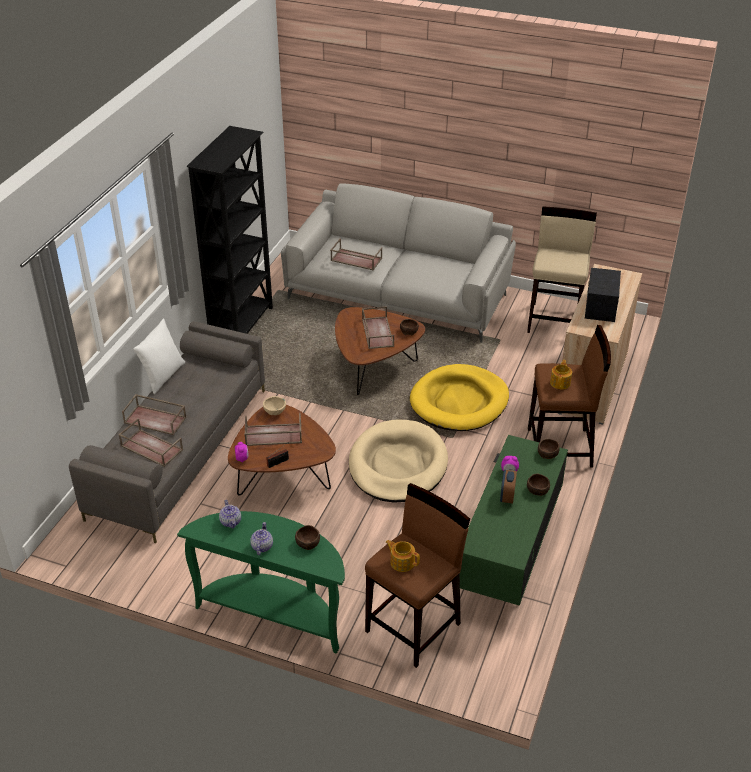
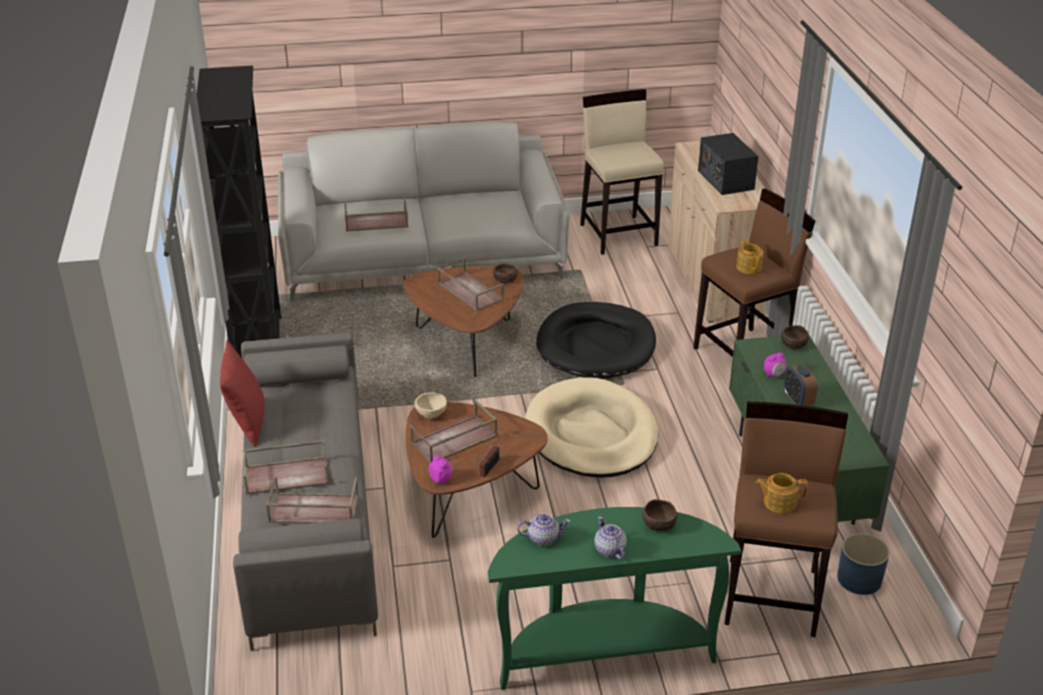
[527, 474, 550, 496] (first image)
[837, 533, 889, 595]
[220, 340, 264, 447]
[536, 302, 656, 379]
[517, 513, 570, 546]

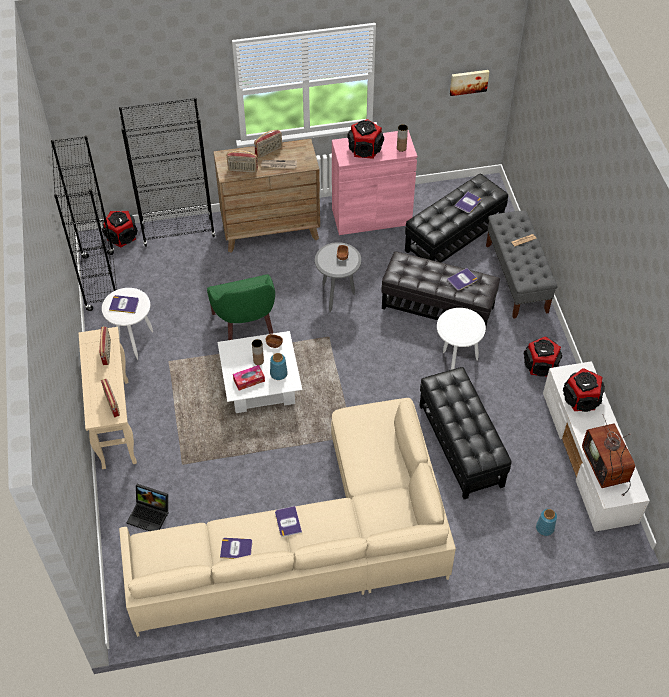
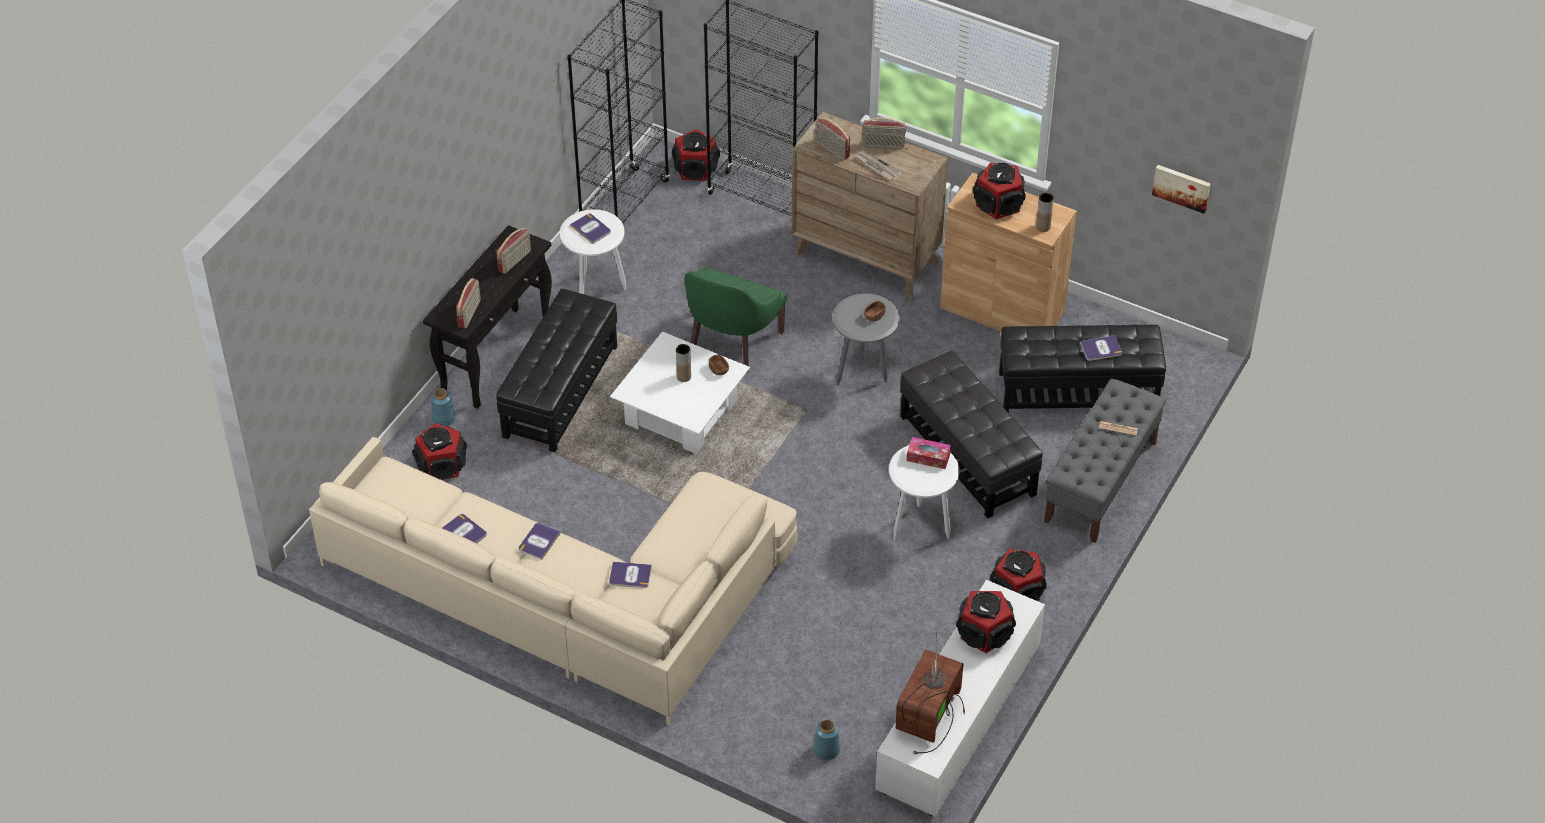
[907, 437, 951, 469]
[431, 388, 456, 426]
[496, 289, 617, 453]
[609, 562, 652, 588]
[412, 423, 467, 480]
[423, 225, 552, 409]
[940, 173, 1077, 331]

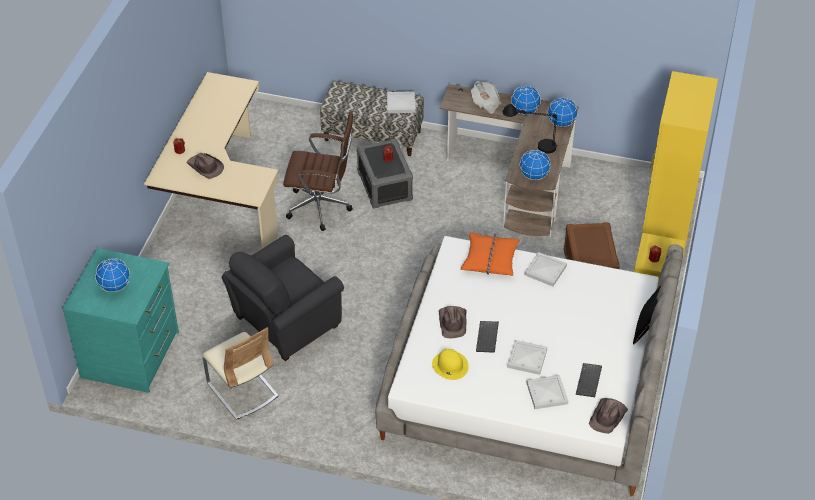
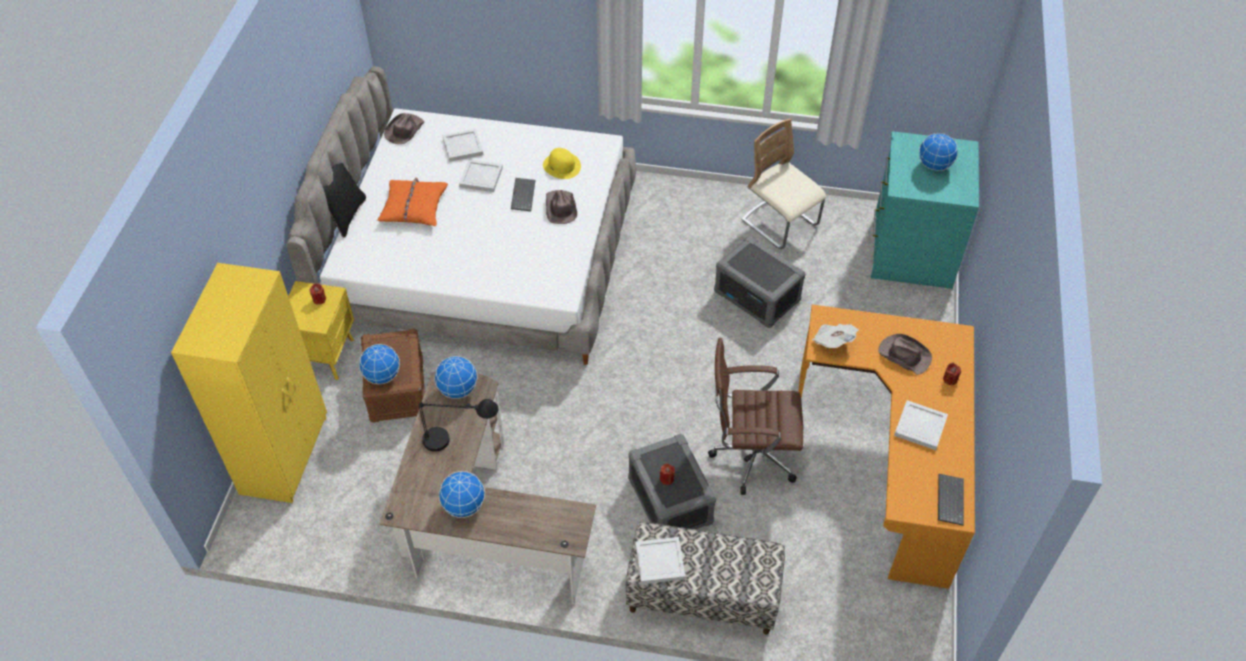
[377, 177, 448, 226]
[812, 324, 859, 348]
[894, 400, 948, 450]
[359, 344, 400, 384]
[938, 474, 964, 526]
[714, 236, 805, 328]
[798, 304, 975, 589]

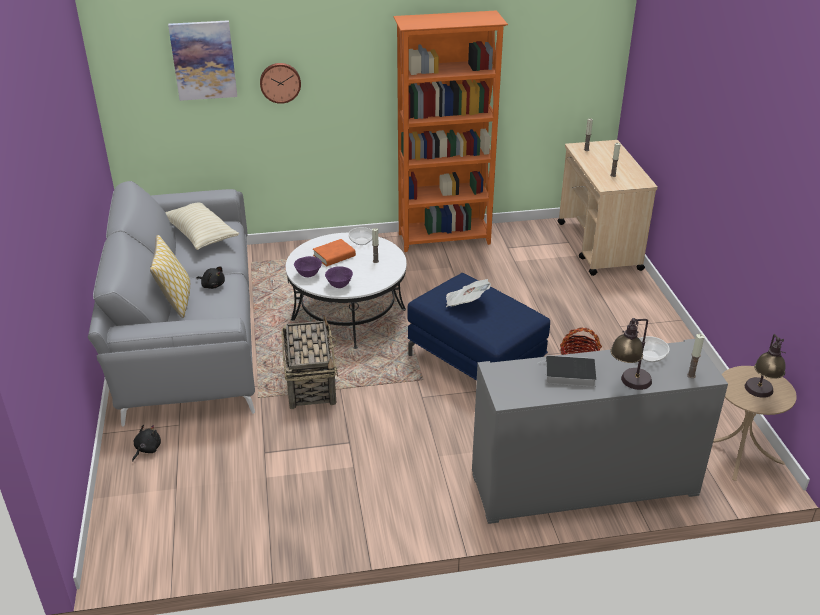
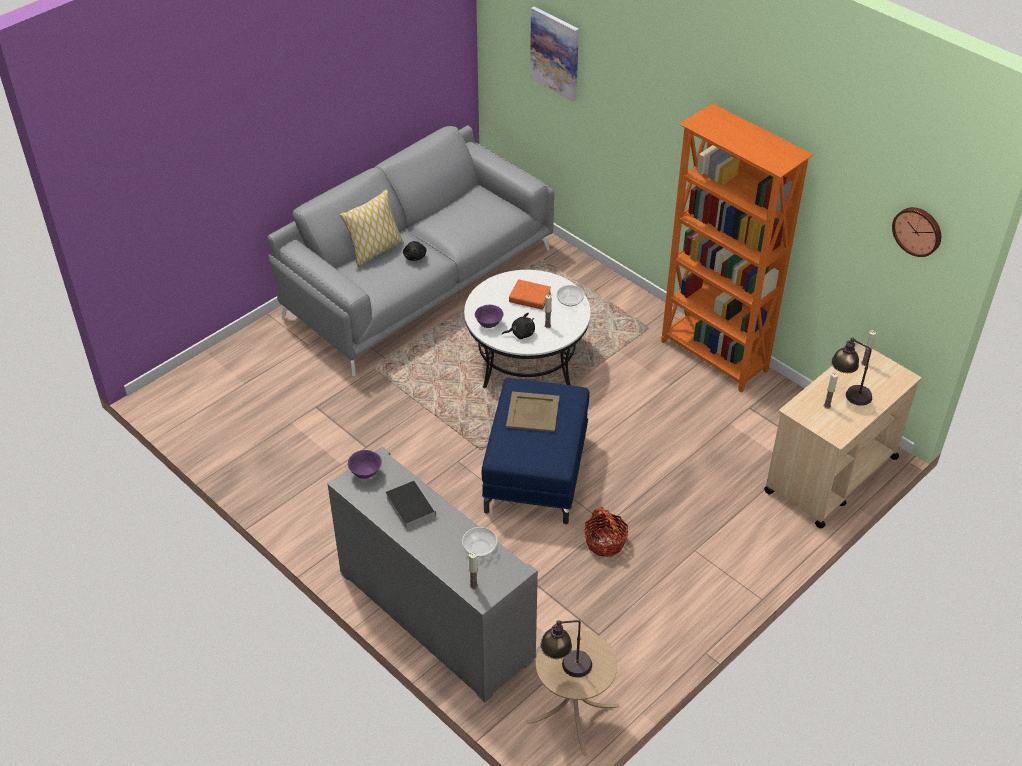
[165, 202, 239, 250] (first image)
[282, 316, 338, 409] (first image)
[502, 313, 535, 339]
[892, 207, 941, 257]
[348, 450, 382, 479]
[831, 337, 872, 406]
[506, 392, 560, 432]

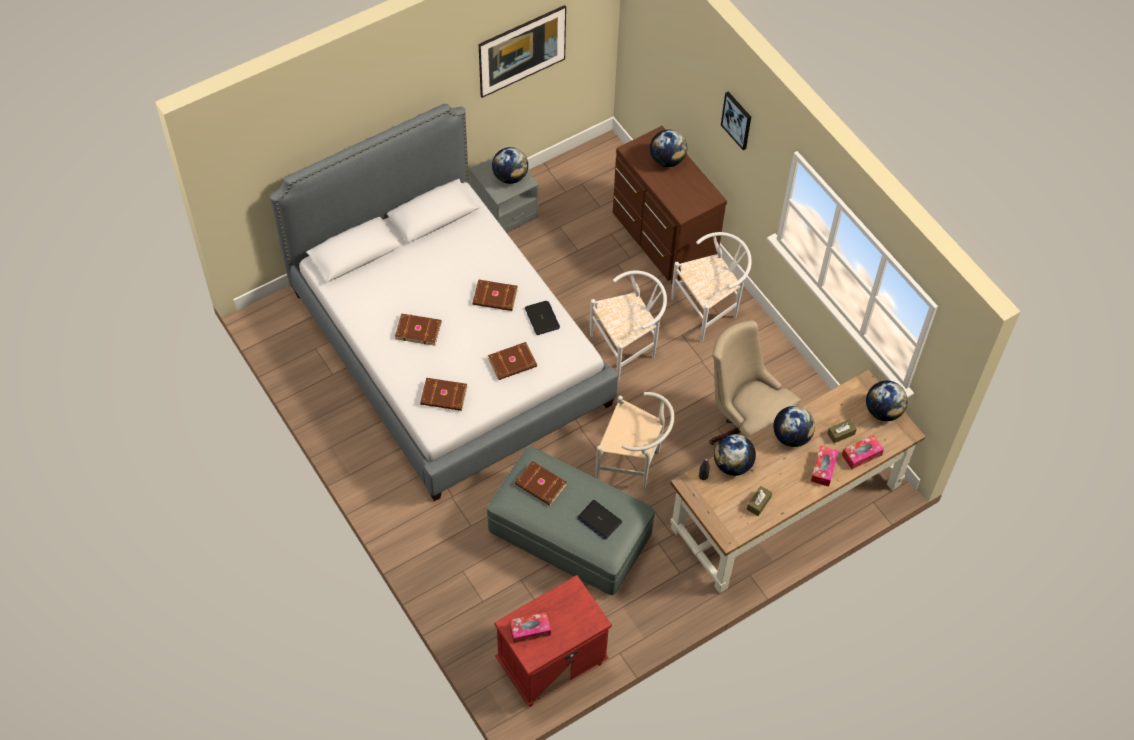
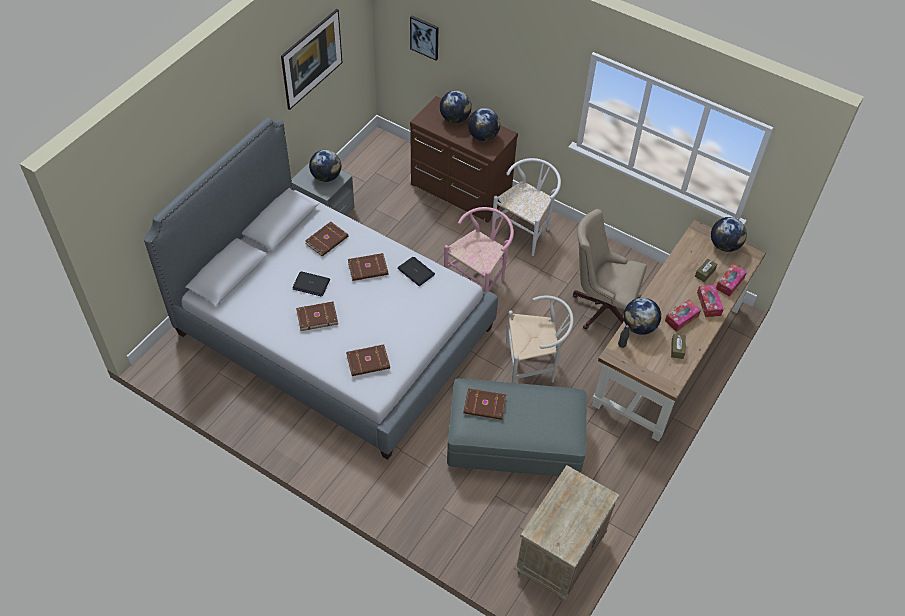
[305, 222, 348, 256]
[665, 300, 701, 332]
[293, 271, 330, 297]
[410, 16, 438, 61]
[468, 108, 500, 141]
[513, 465, 619, 600]
[444, 207, 514, 292]

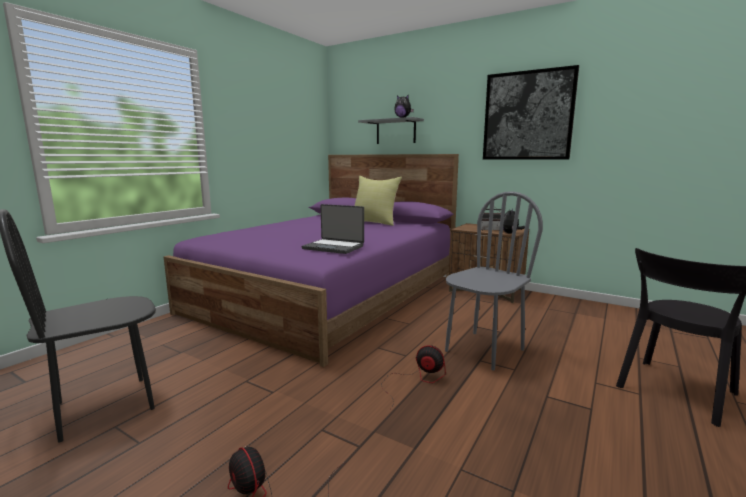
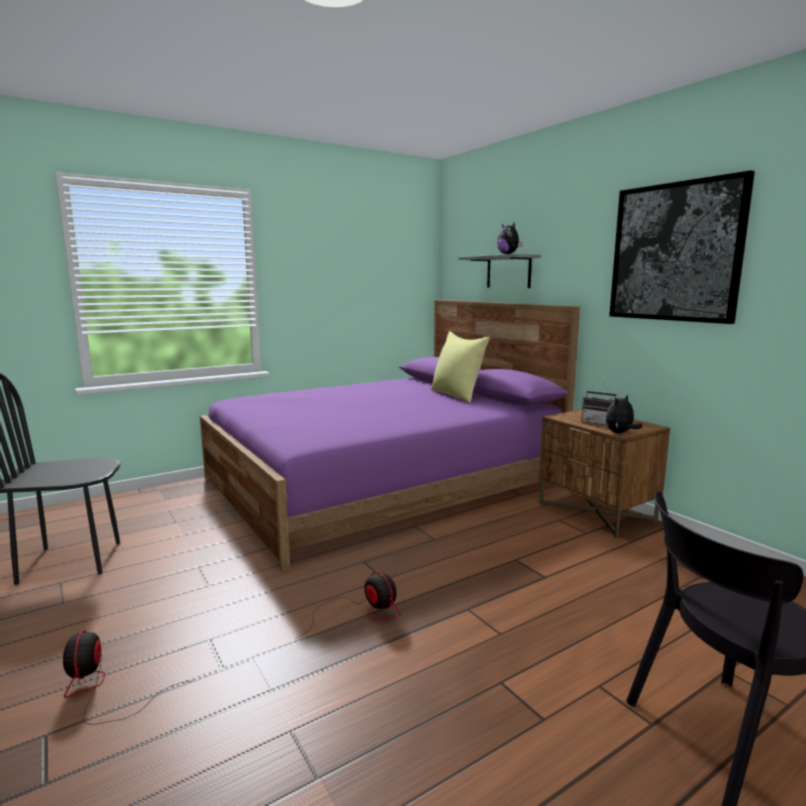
[302, 204, 364, 254] (first image)
[445, 191, 543, 371] (first image)

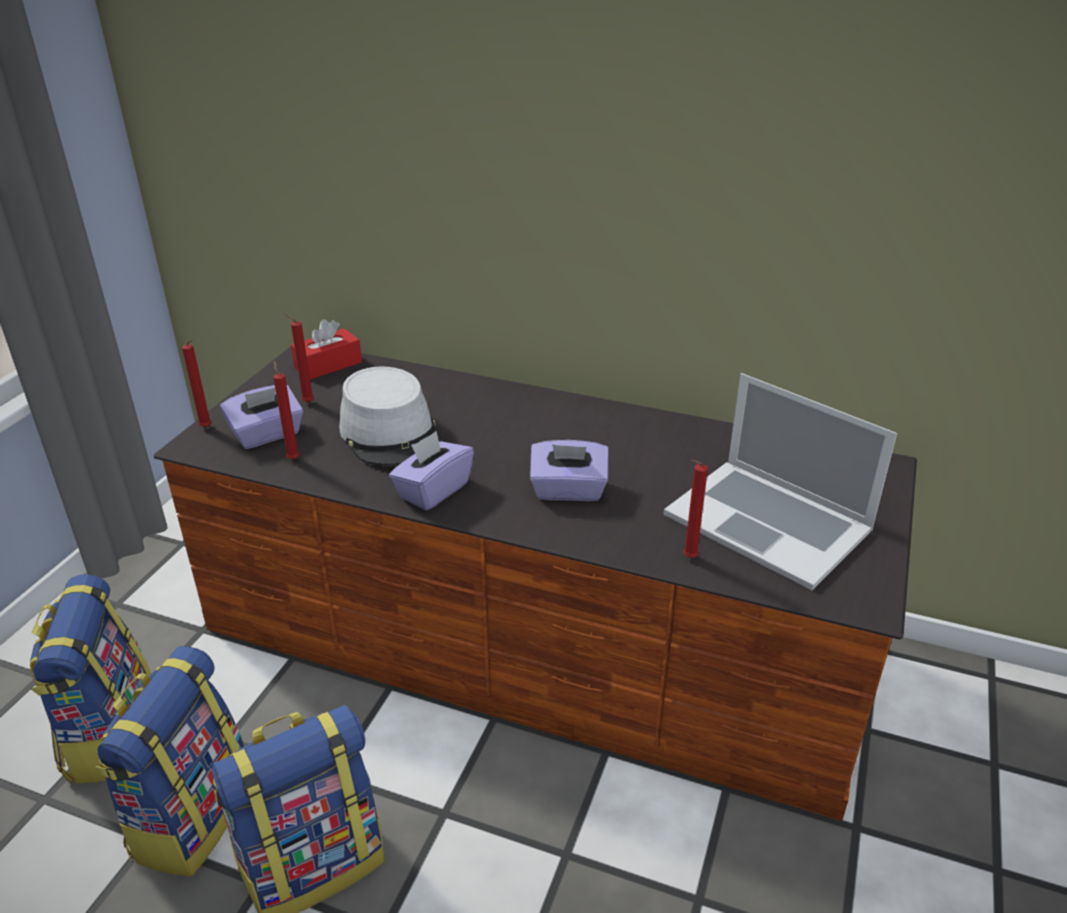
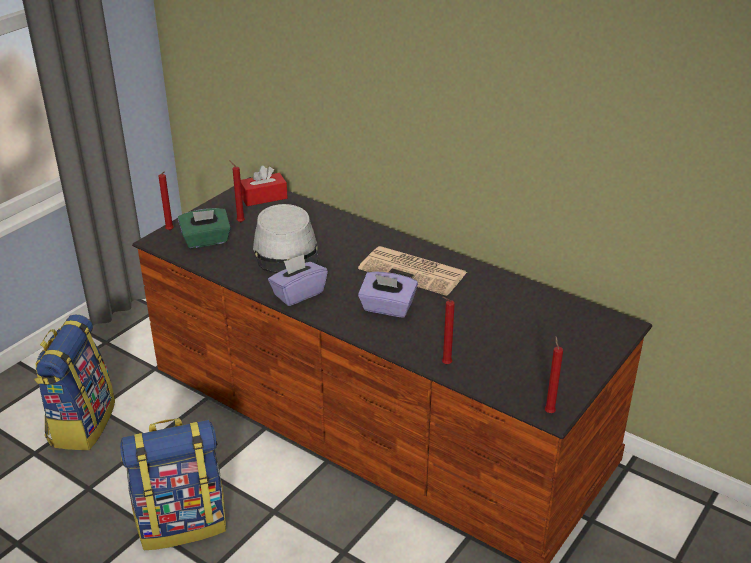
[96, 646, 245, 877] (first image)
[664, 373, 897, 590] (first image)
[358, 246, 467, 296]
[545, 336, 563, 413]
[178, 208, 231, 248]

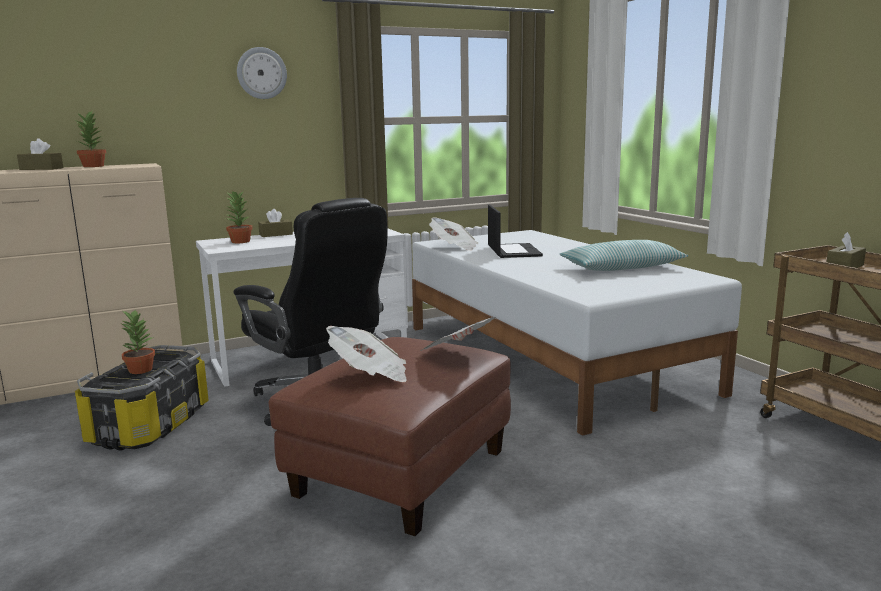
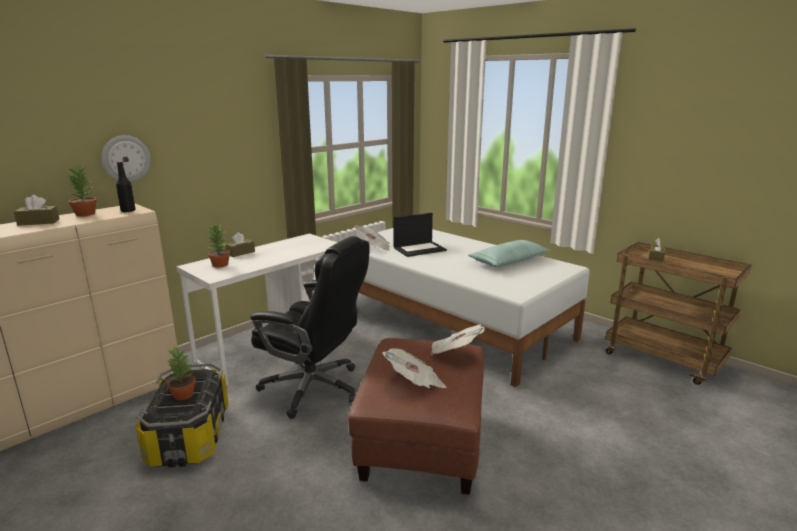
[116, 161, 136, 212]
[101, 135, 151, 182]
[393, 213, 447, 257]

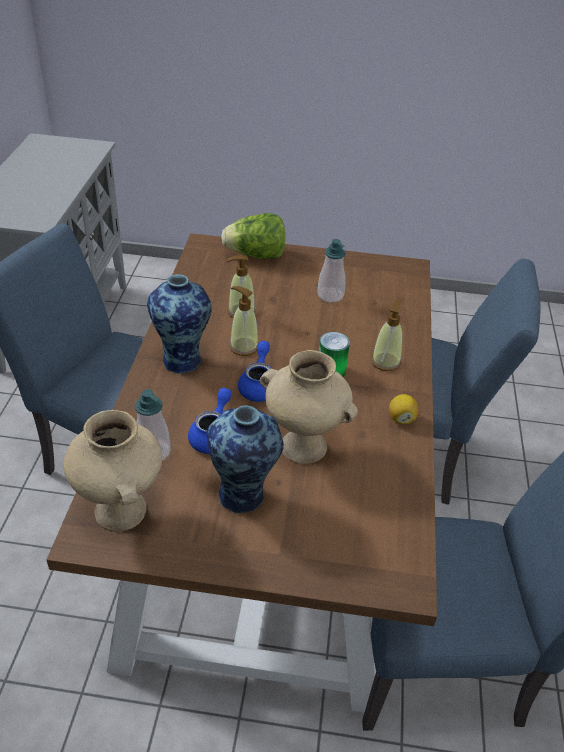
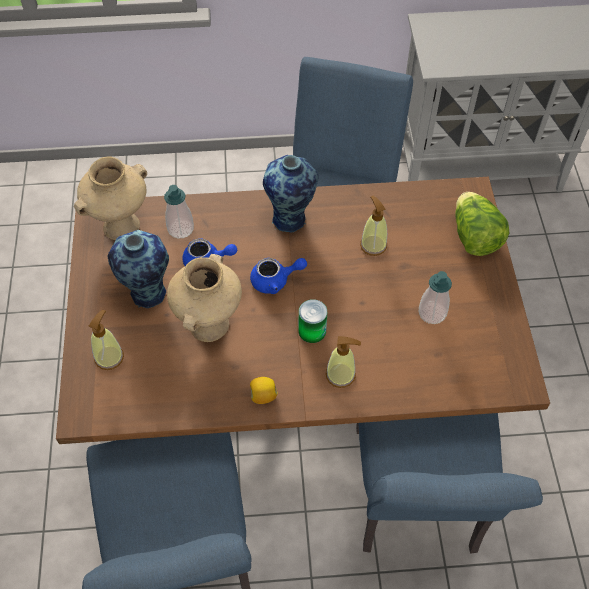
[89, 310, 124, 370]

